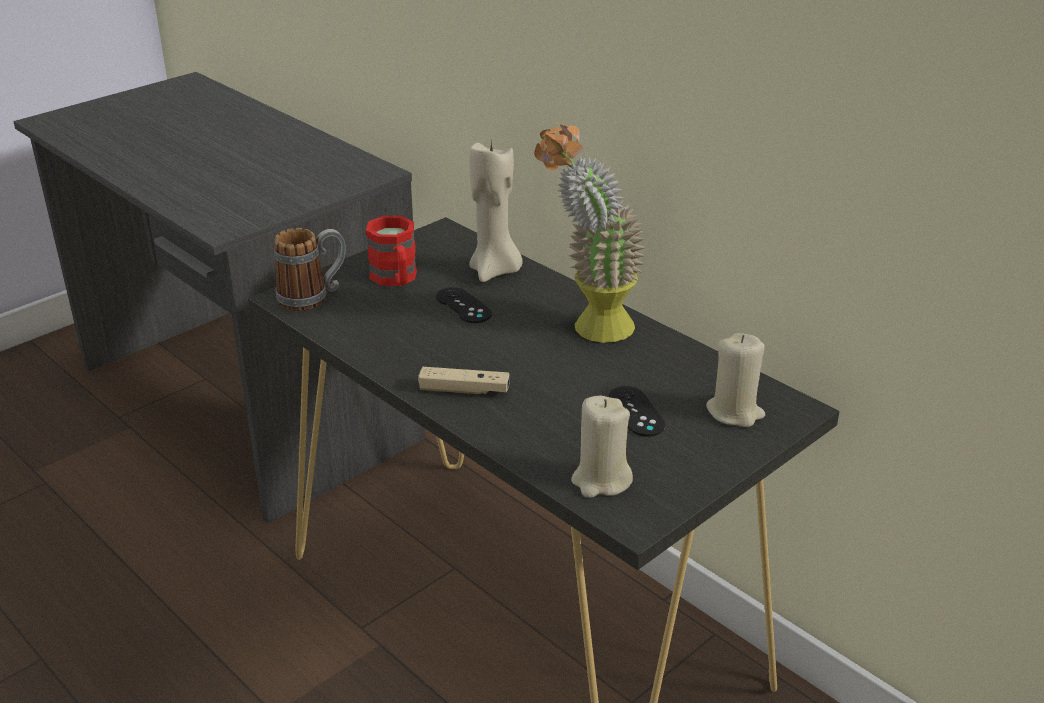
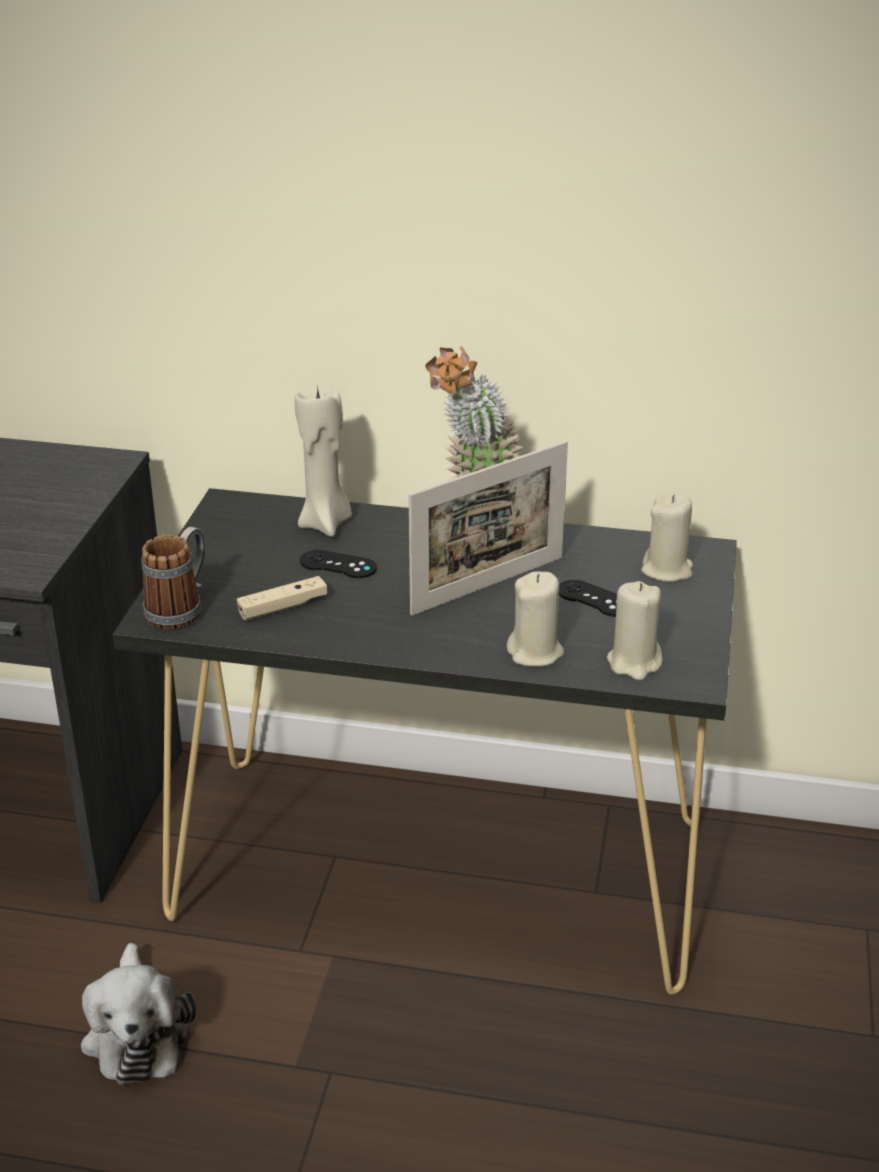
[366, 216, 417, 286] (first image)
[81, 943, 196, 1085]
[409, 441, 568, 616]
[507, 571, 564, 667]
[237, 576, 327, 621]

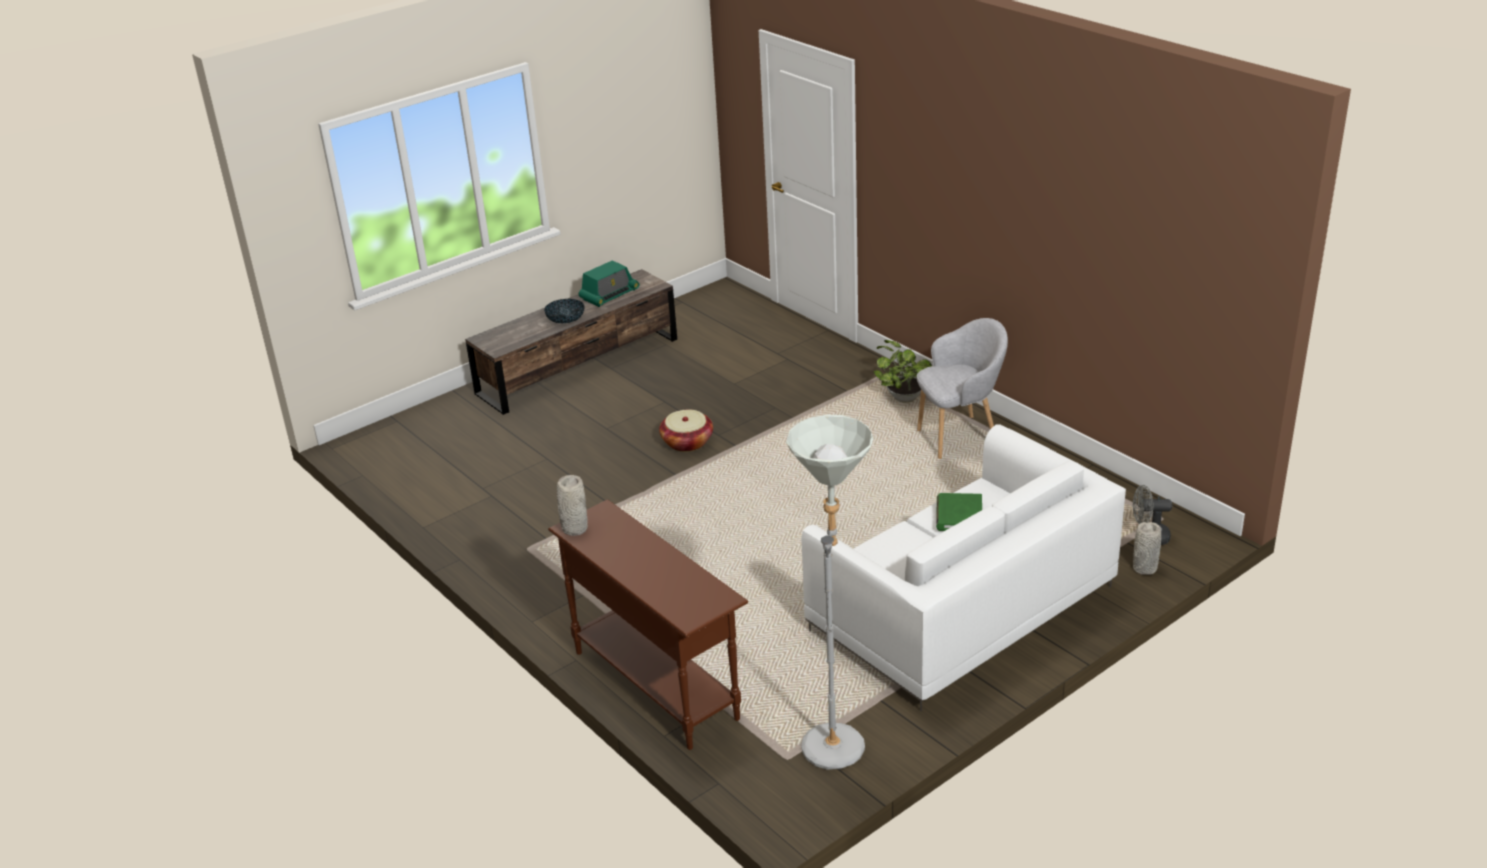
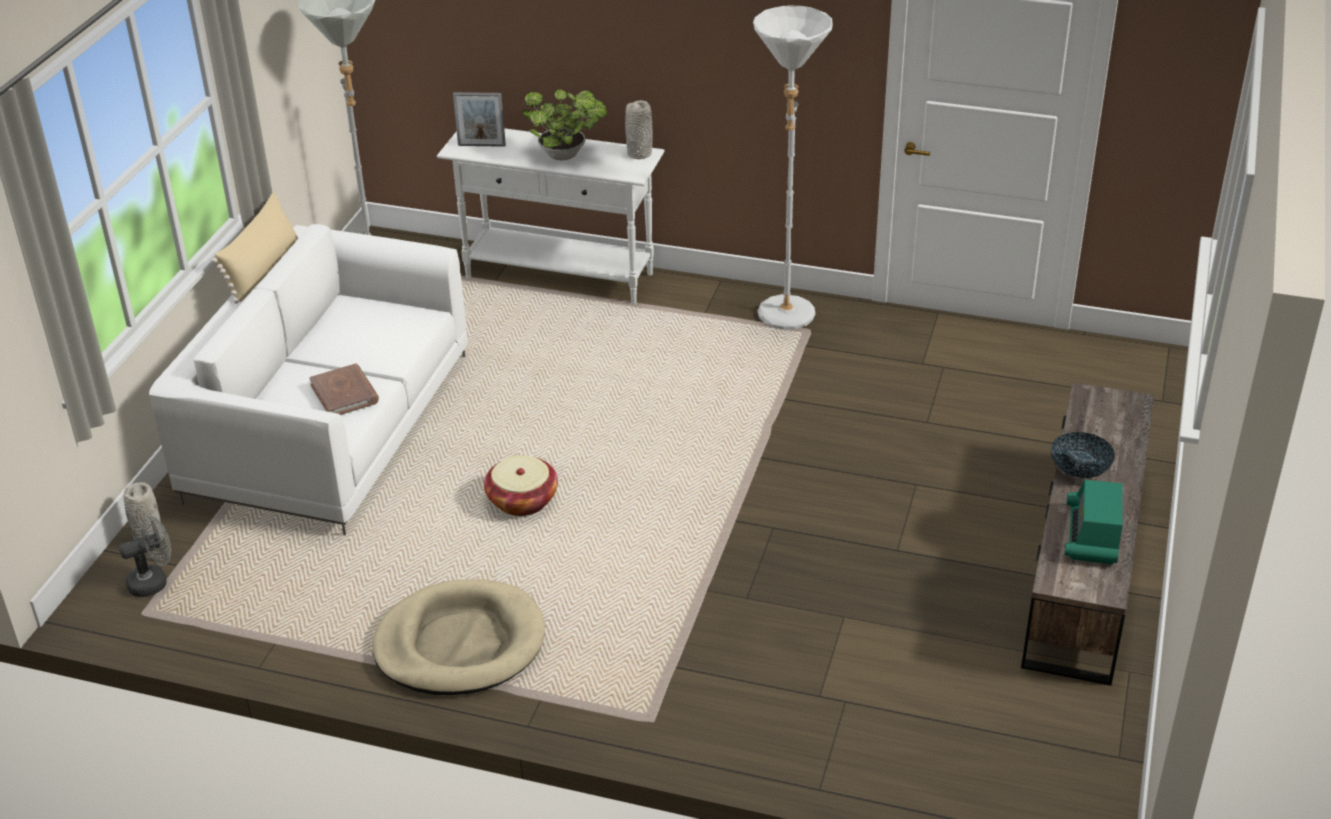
[212, 193, 298, 303]
[453, 92, 506, 147]
[753, 6, 833, 330]
[484, 455, 558, 516]
[522, 89, 607, 160]
[372, 579, 545, 695]
[437, 128, 665, 304]
[309, 364, 379, 415]

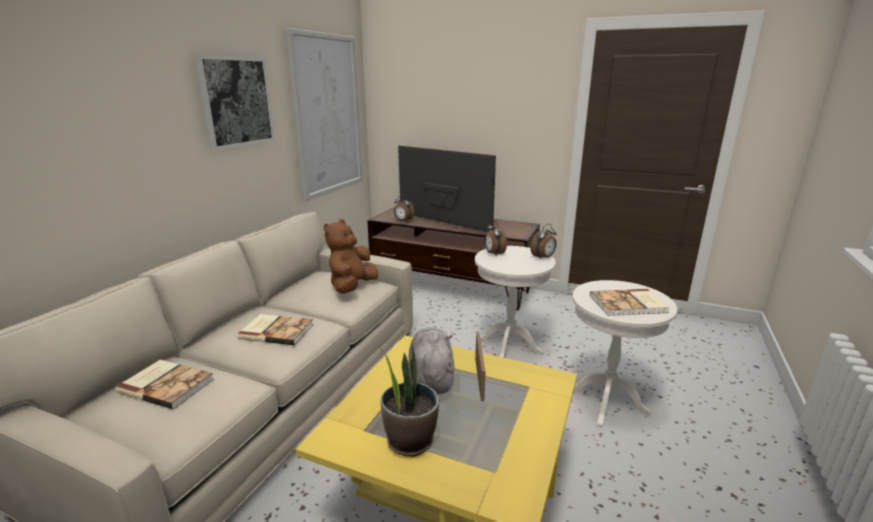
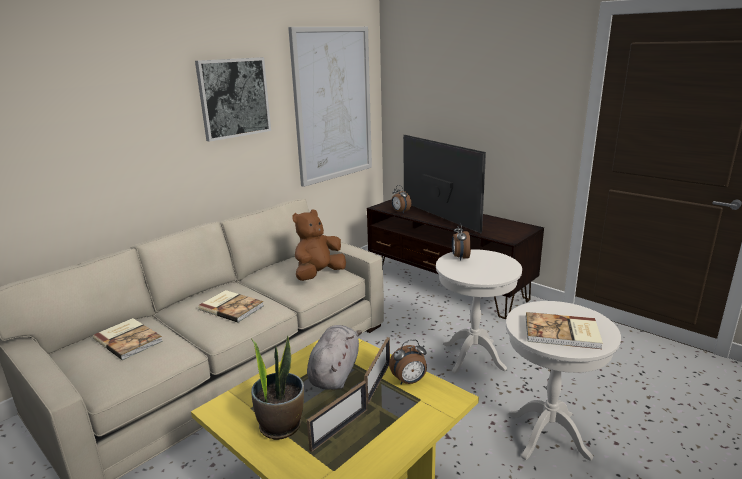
[307, 381, 367, 452]
[389, 339, 427, 384]

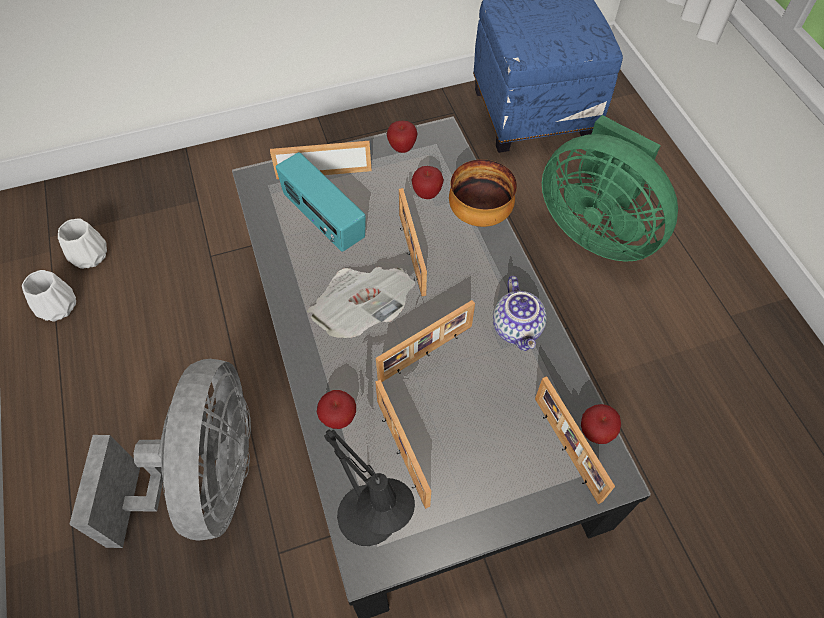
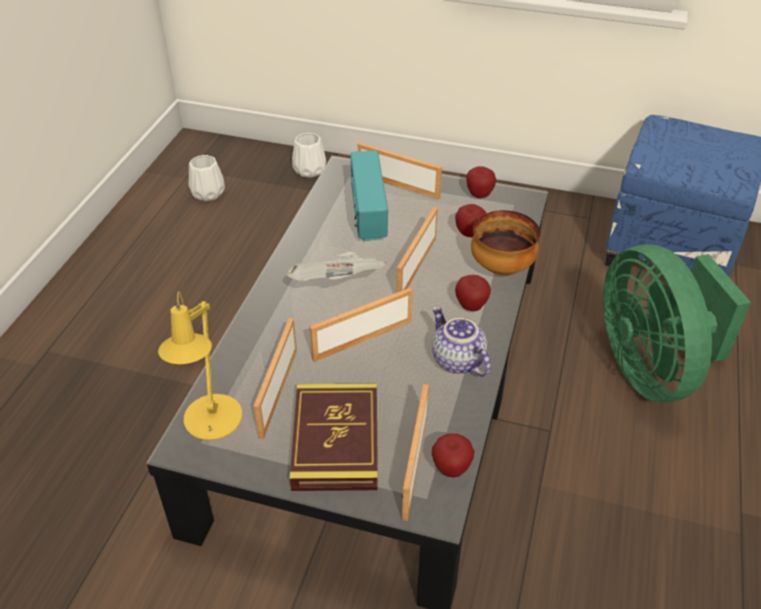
[69, 359, 251, 548] (first image)
[290, 384, 378, 491]
[292, 133, 326, 178]
[455, 275, 491, 311]
[158, 291, 242, 440]
[309, 287, 413, 362]
[432, 306, 490, 377]

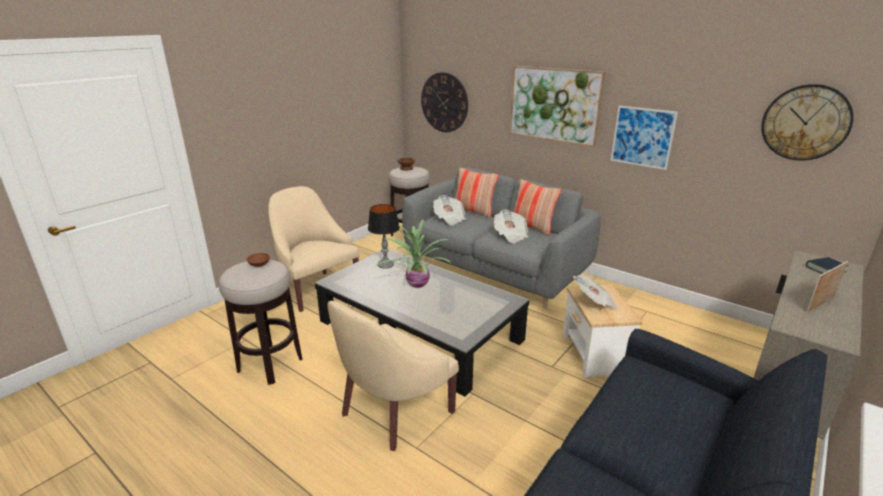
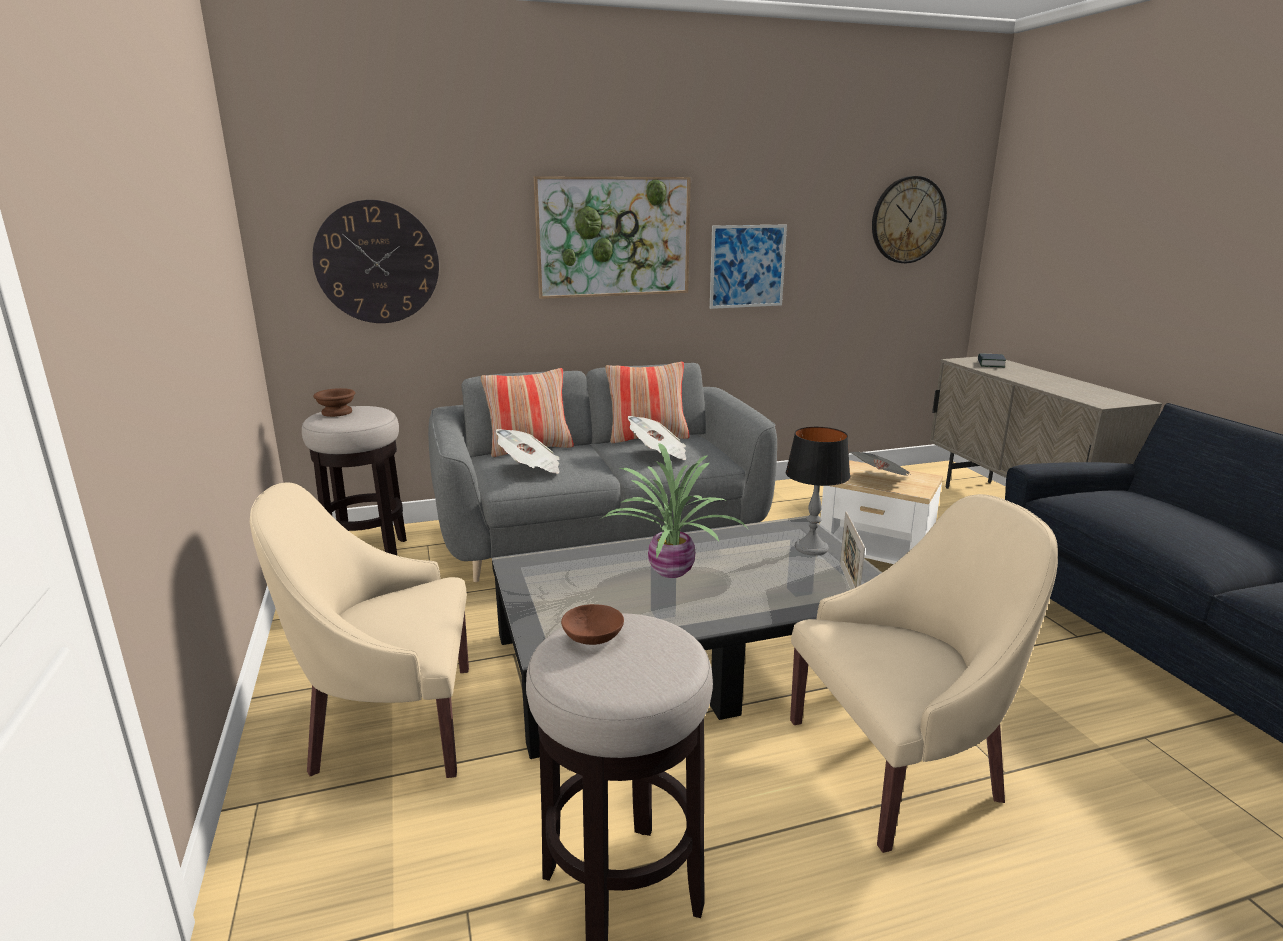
[786, 427, 850, 556]
[840, 511, 865, 589]
[790, 494, 1058, 853]

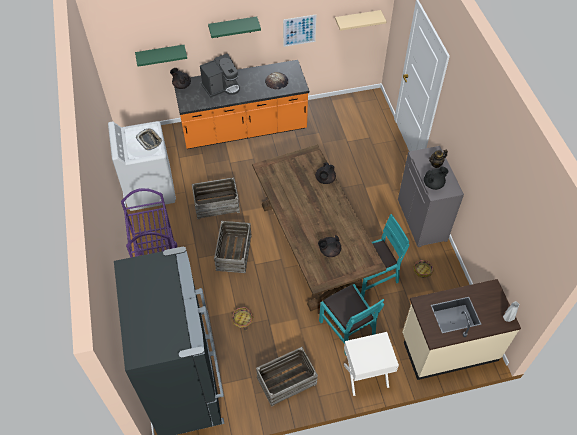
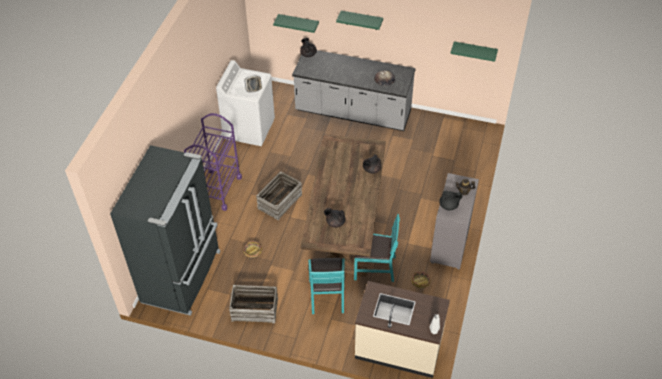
[192, 177, 240, 219] (first image)
[200, 53, 240, 98] (first image)
[283, 15, 316, 47] (first image)
[344, 332, 399, 396] (first image)
[292, 50, 416, 131]
[450, 41, 498, 62]

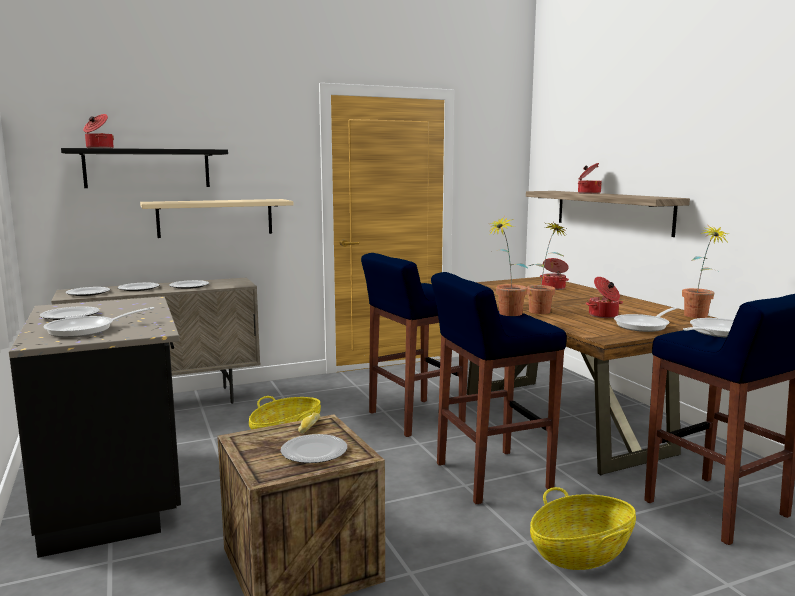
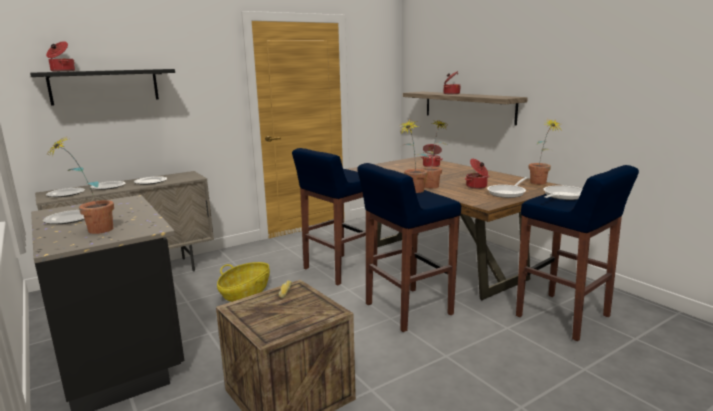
[140, 199, 294, 238] (first image)
[281, 434, 347, 463] (first image)
[530, 487, 636, 570] (first image)
[49, 135, 114, 234]

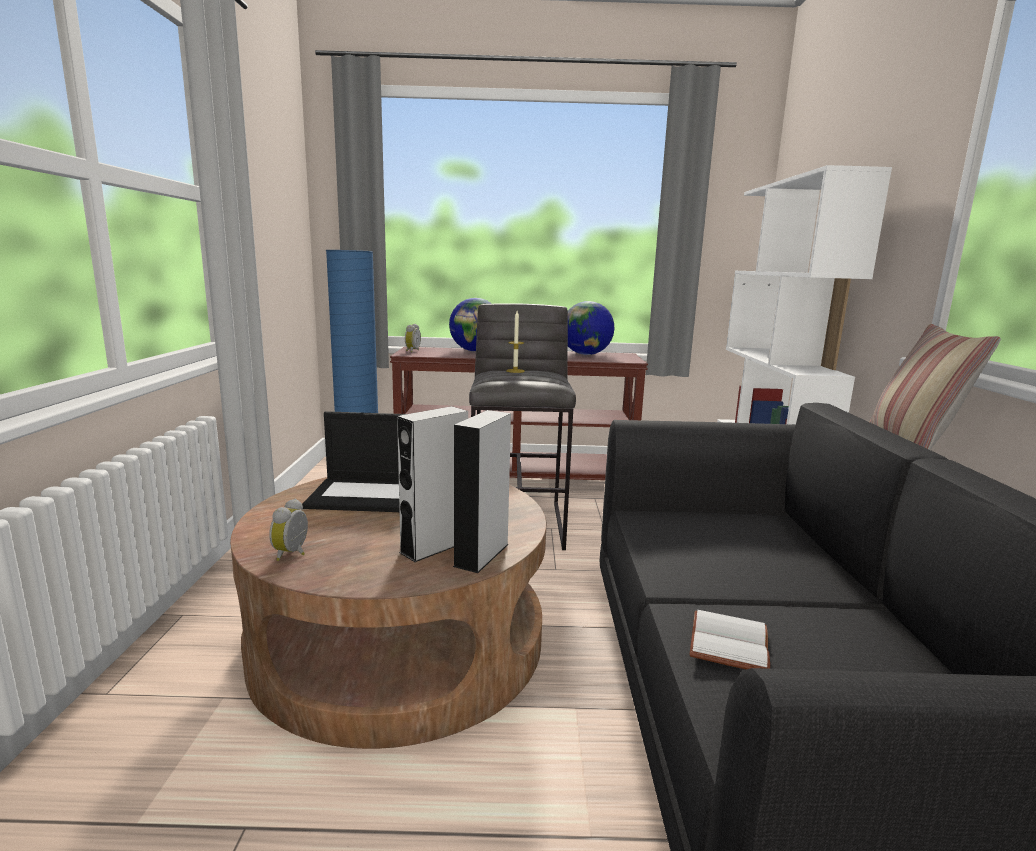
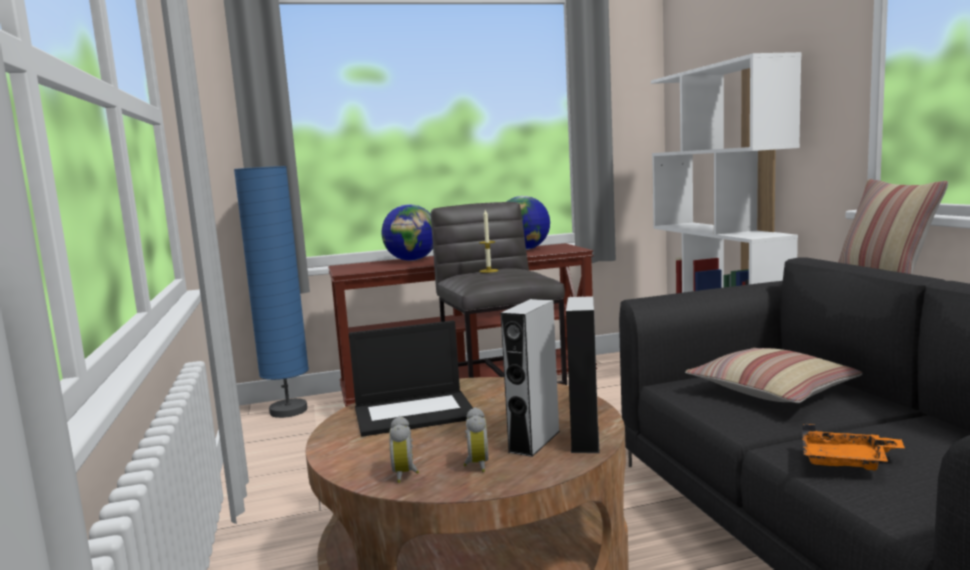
[685, 348, 863, 403]
[464, 407, 489, 472]
[802, 424, 905, 471]

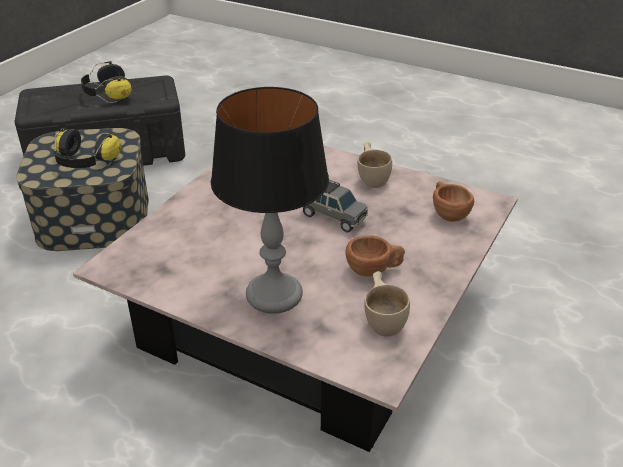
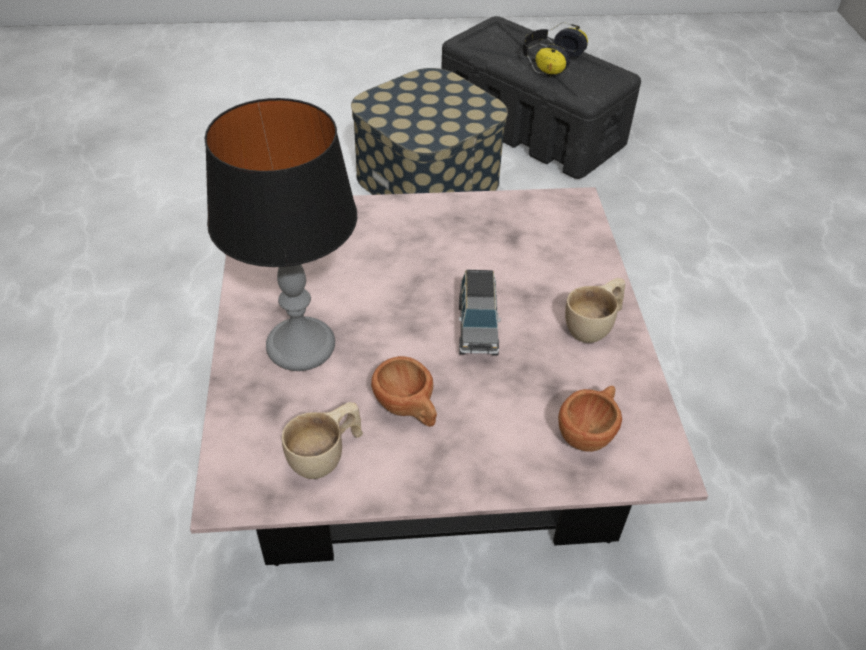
[54, 127, 122, 168] (first image)

